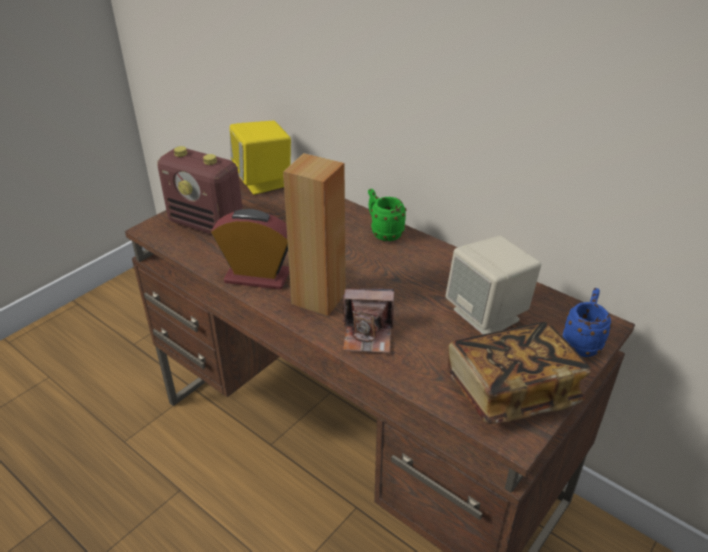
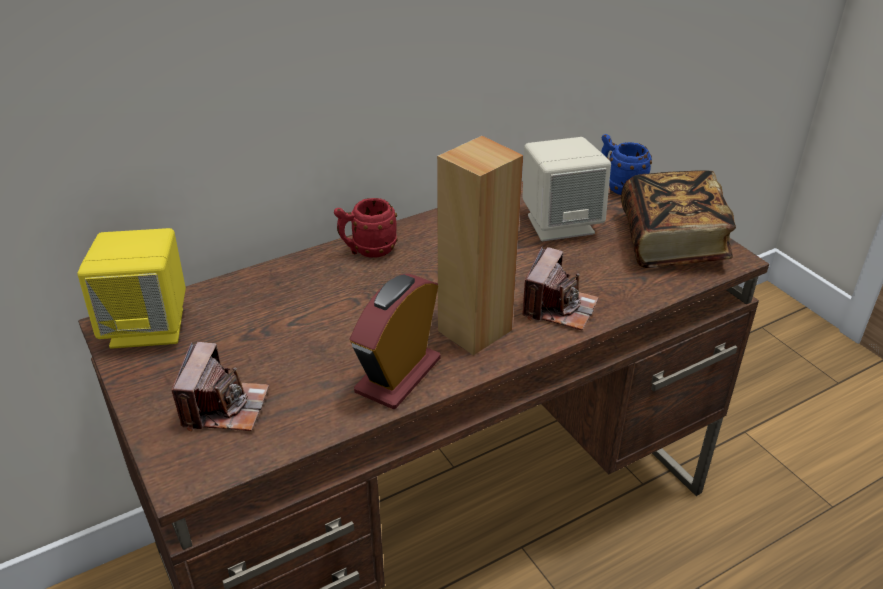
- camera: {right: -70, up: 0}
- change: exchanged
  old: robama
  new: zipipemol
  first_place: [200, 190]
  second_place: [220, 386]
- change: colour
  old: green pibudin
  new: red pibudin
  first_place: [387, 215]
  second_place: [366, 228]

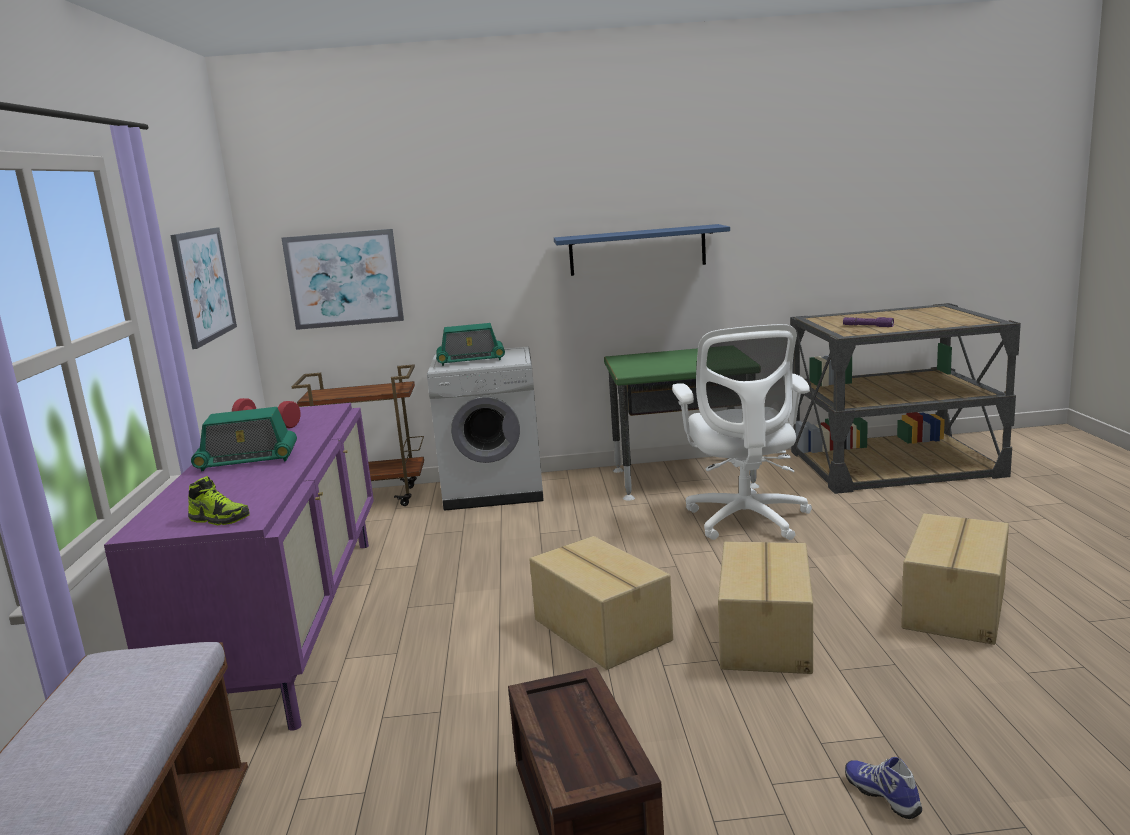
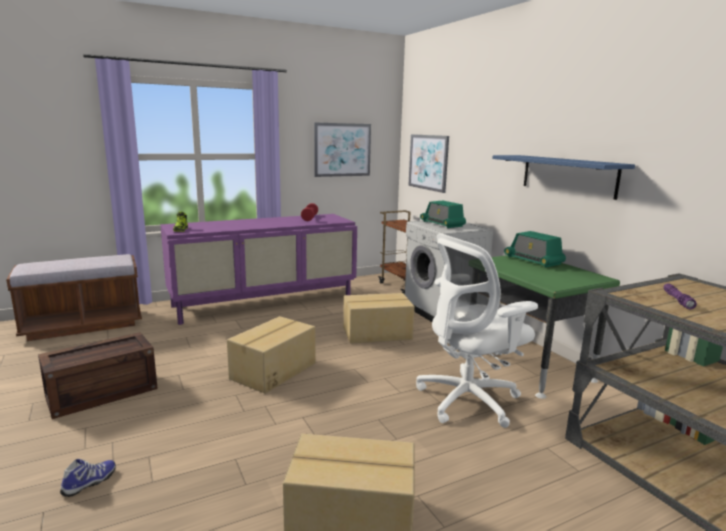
- camera: {right: 65, up: 0}
- change: relocated
  old: robama
  first_place: [244, 439]
  second_place: [535, 249]
- change: relocated
  old: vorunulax
  first_place: [765, 607]
  second_place: [379, 318]

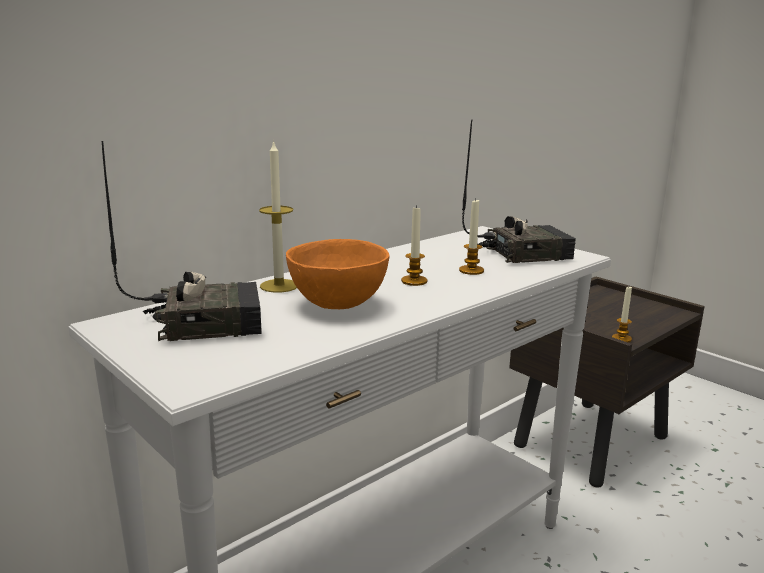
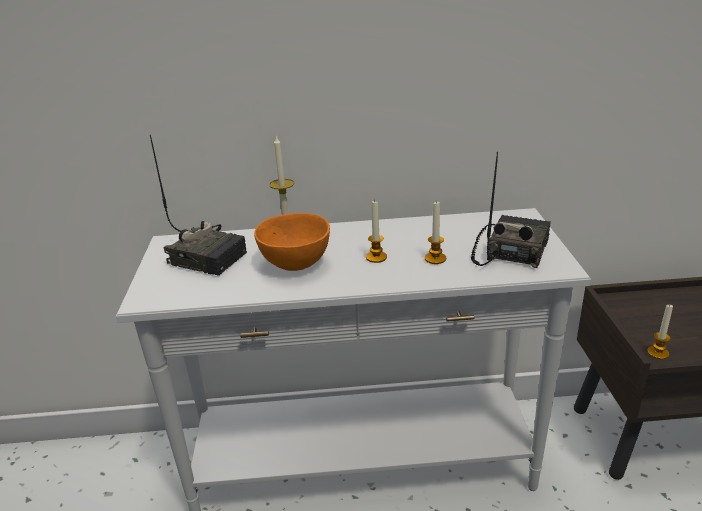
- camera: {right: 40, up: 10}
- change: spun
  old: robama
  first_place: [519, 191]
  second_place: [511, 210]
  degrees: -90

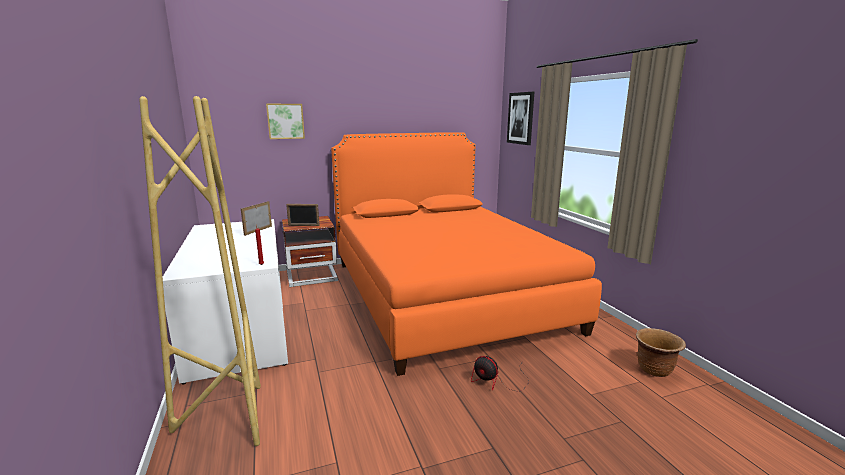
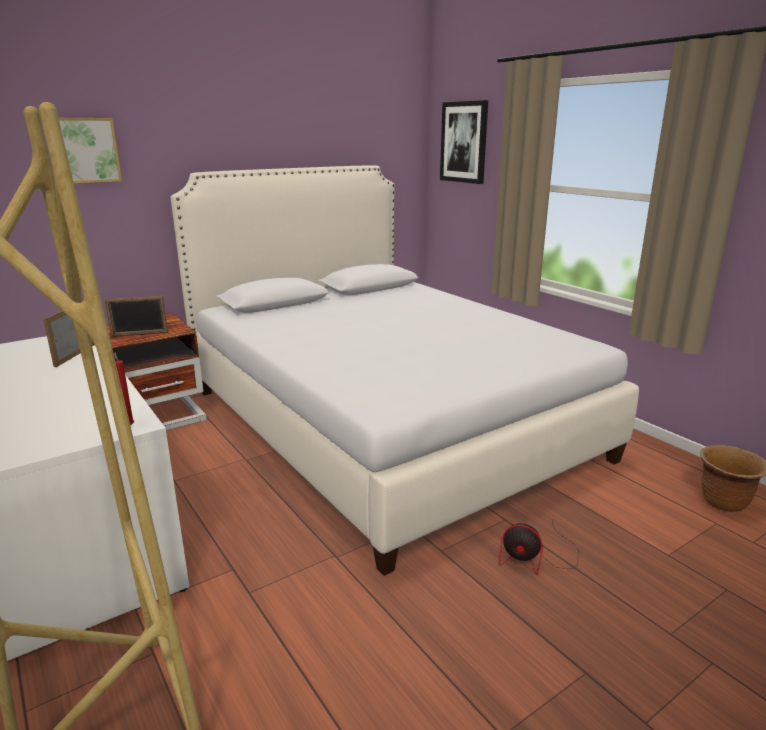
- camera: {right: -15, up: 5}
- change: colour
  old: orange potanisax
  new: white potanisax
  first_place: [466, 254]
  second_place: [404, 370]

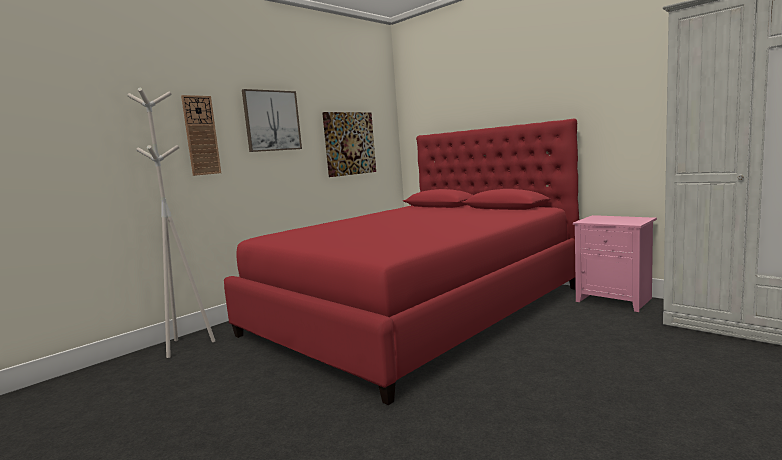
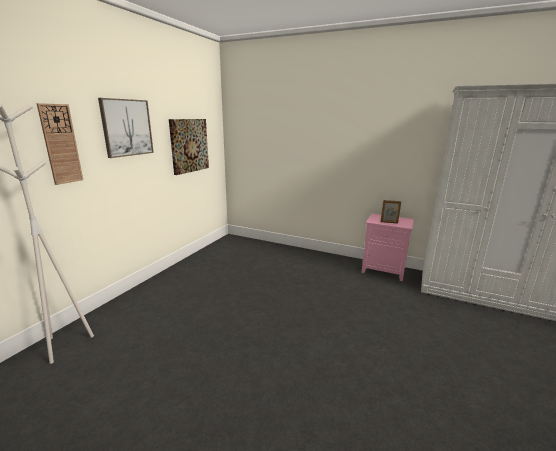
- camera: {right: -20, up: 10}
- change: missing
  old: red potanisax
  first_place: [401, 262]
- change: appeared
  new: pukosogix
  second_place: [390, 212]

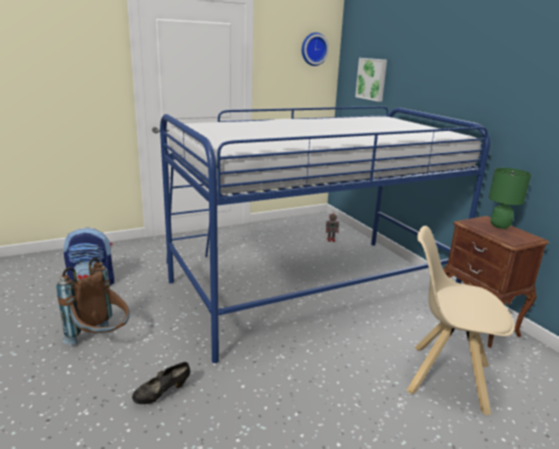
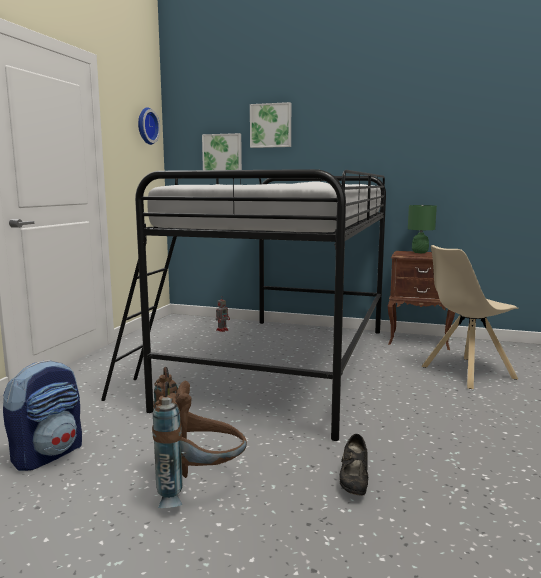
- camera: {right: -45, up: -10}
- change: colour
  old: blue potanisax
  new: black potanisax
  first_place: [325, 234]
  second_place: [243, 305]
- change: appeared
  new: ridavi
  second_place: [270, 125]

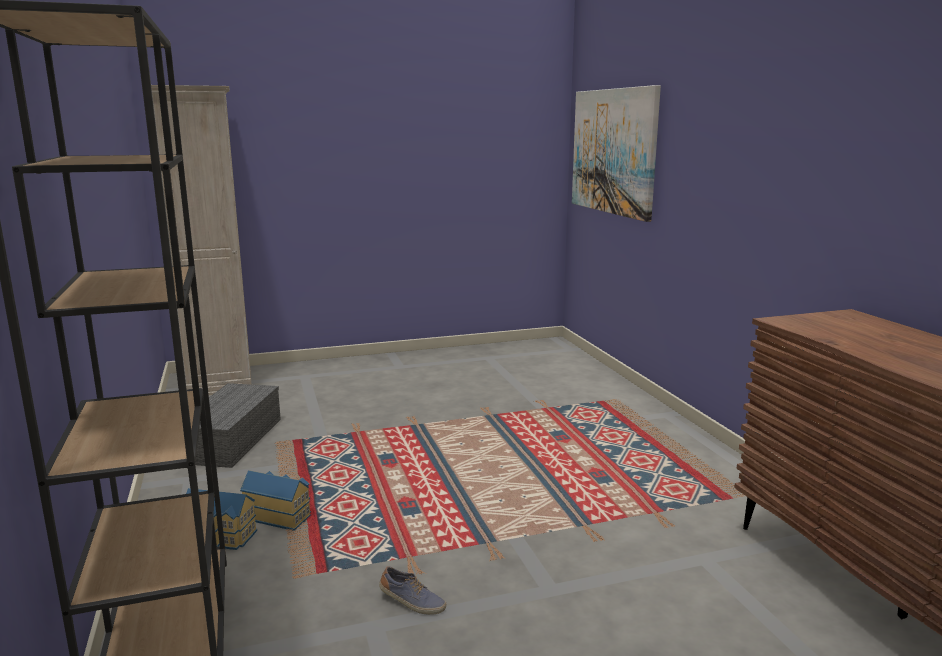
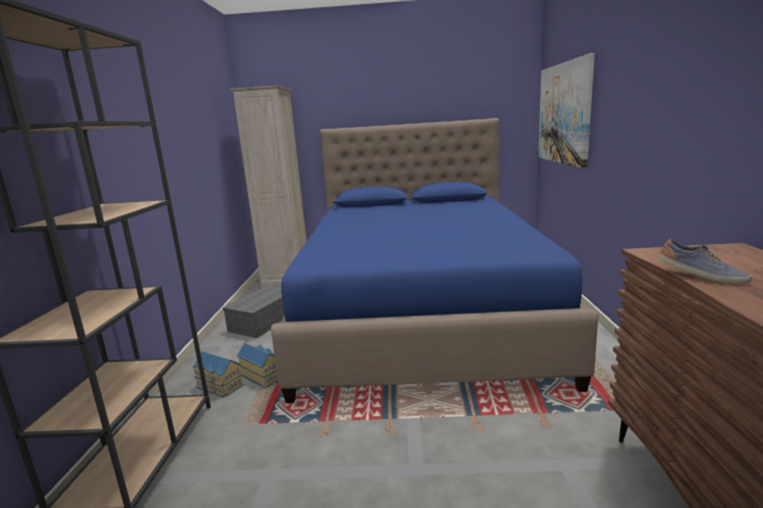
- camera: {right: 20, up: 0}
- change: relocated
  old: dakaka
  first_place: [412, 590]
  second_place: [705, 261]
- change: appeared
  new: blue potanisax
  second_place: [435, 260]

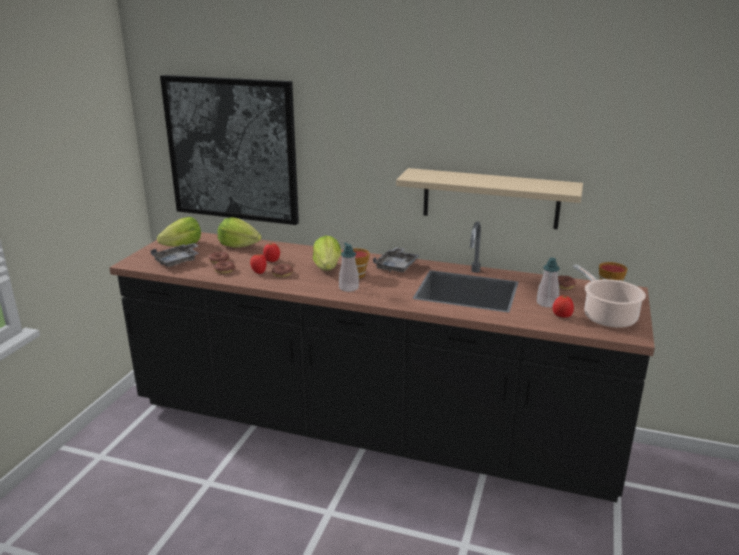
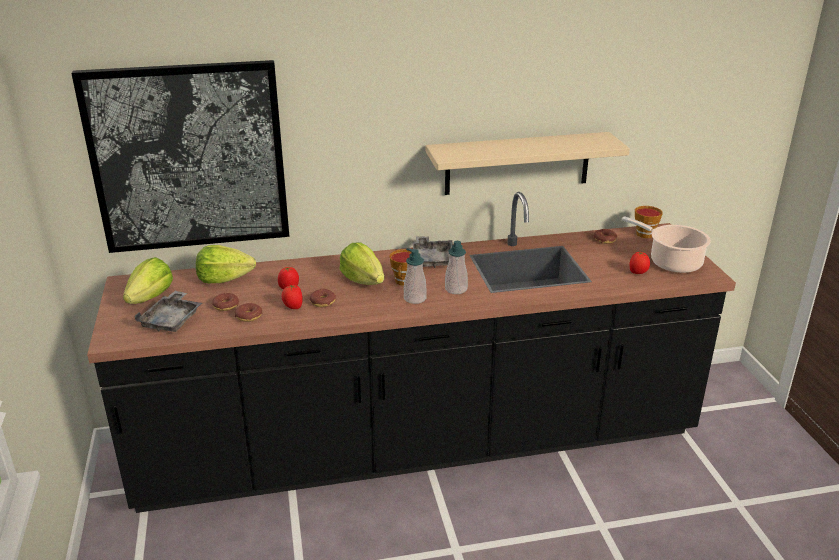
- camera: {right: -30, up: 5}
- change: relocated
  old: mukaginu
  first_place: [548, 282]
  second_place: [456, 267]

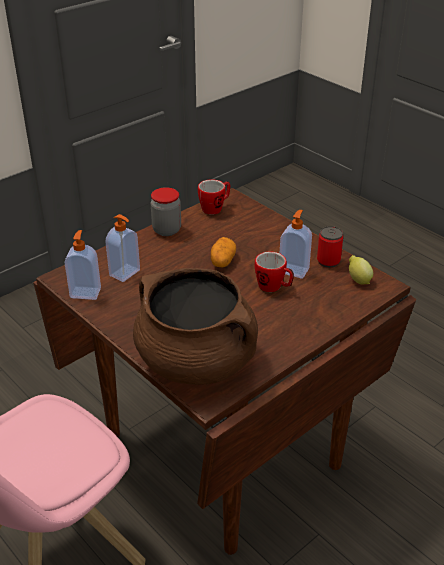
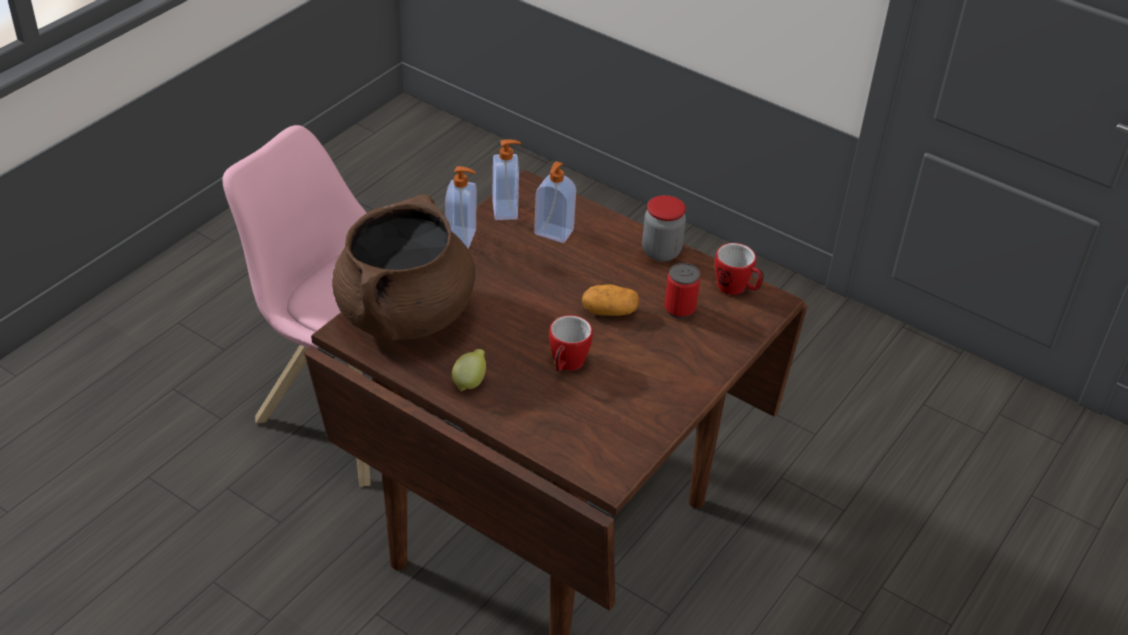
- camera: {right: 75, up: 5}
- change: relocated
  old: mukaginu
  first_place: [296, 244]
  second_place: [460, 207]
- change: relocated
  old: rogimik
  first_place: [330, 247]
  second_place: [682, 290]
- change: relocated
  old: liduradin
  first_place: [361, 269]
  second_place: [469, 370]

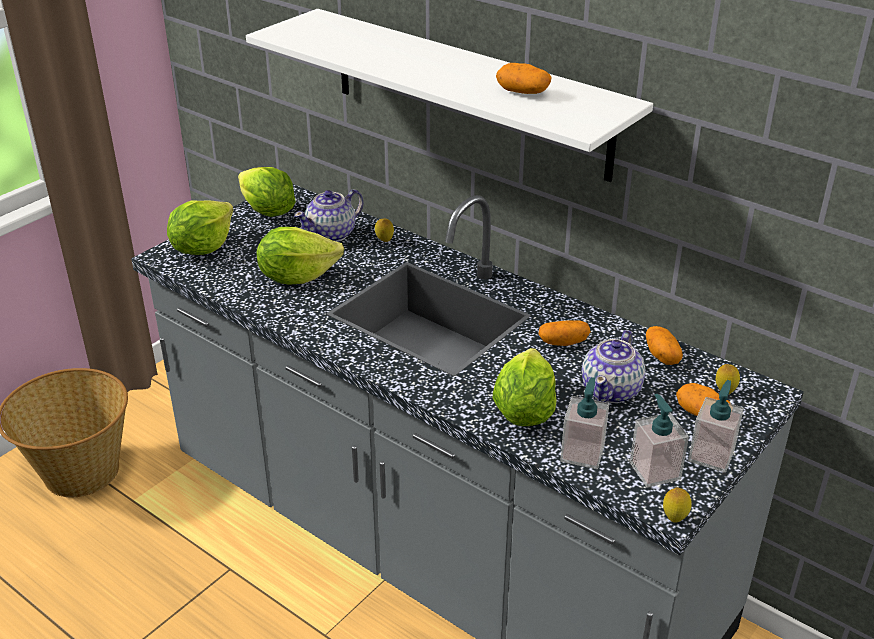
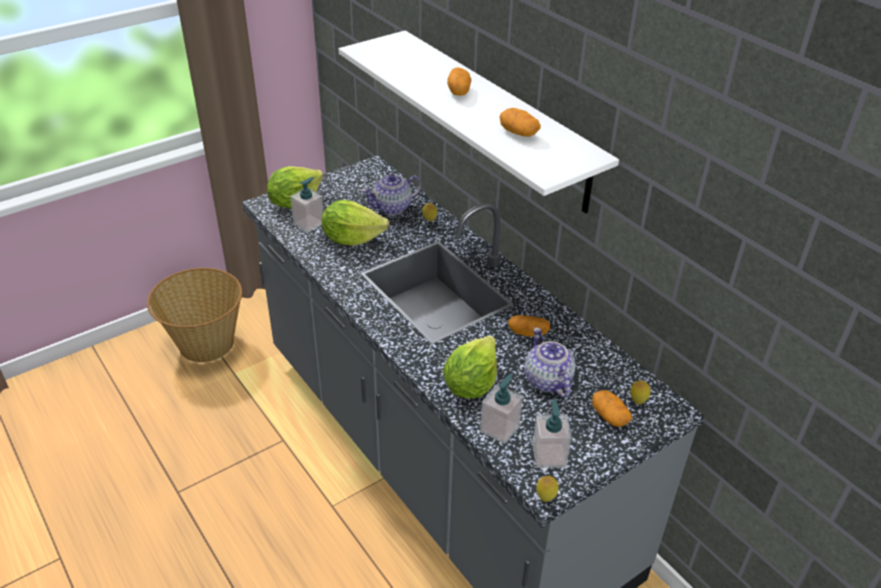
- camera: {right: 15, up: 5}
- change: missing
  old: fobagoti
  first_place: [267, 192]
- change: relocated
  old: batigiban
  first_place: [664, 345]
  second_place: [459, 81]
- change: spun
  old: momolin
  first_place: [614, 366]
  second_place: [550, 362]
  degrees: 120
- change: relocated
  old: mukaginu
  first_place: [716, 426]
  second_place: [307, 204]

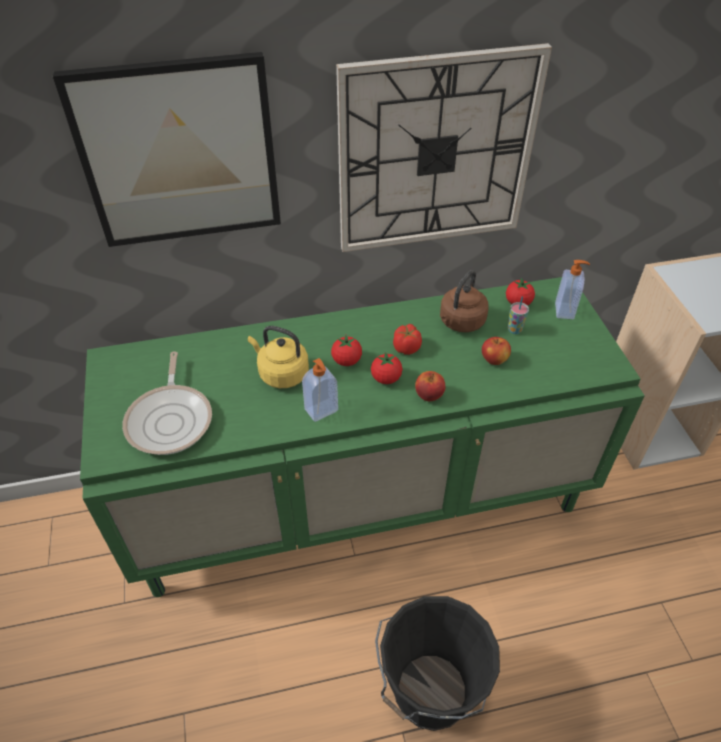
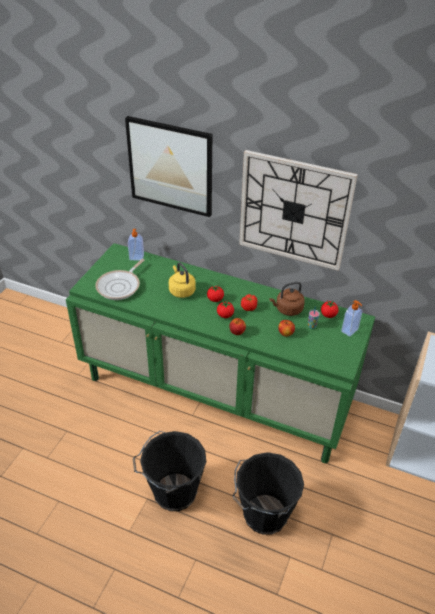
- camera: {right: 35, up: -5}
- change: relocated
  old: mukaginu
  first_place: [320, 390]
  second_place: [136, 245]
- change: appeared
  new: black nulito
  second_place: [268, 493]

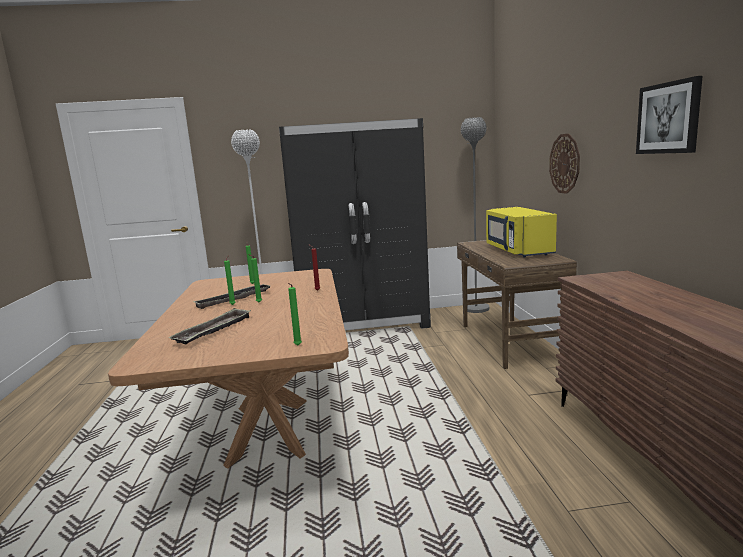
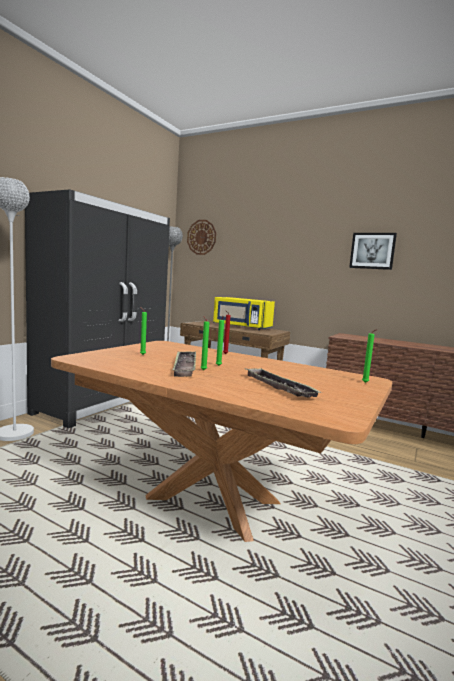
- camera: {right: -55, up: -5}
- change: relocated
  old: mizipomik
  first_place: [564, 164]
  second_place: [201, 237]

